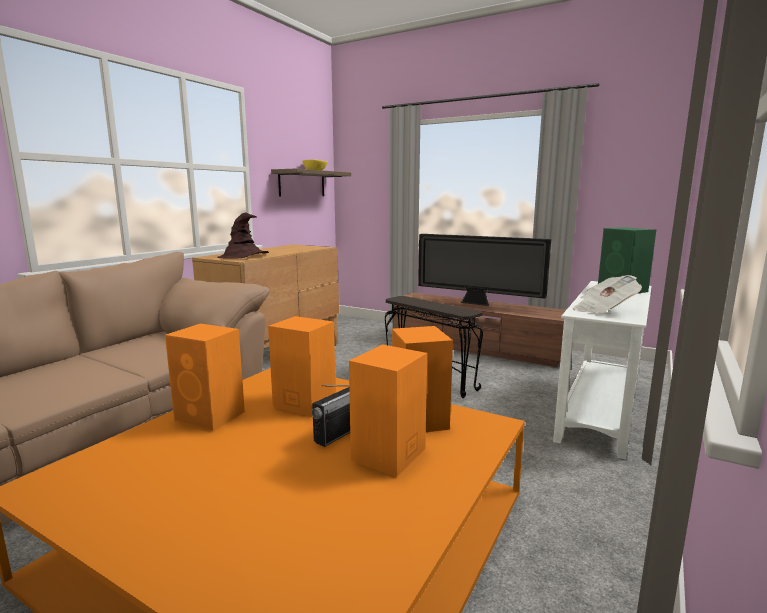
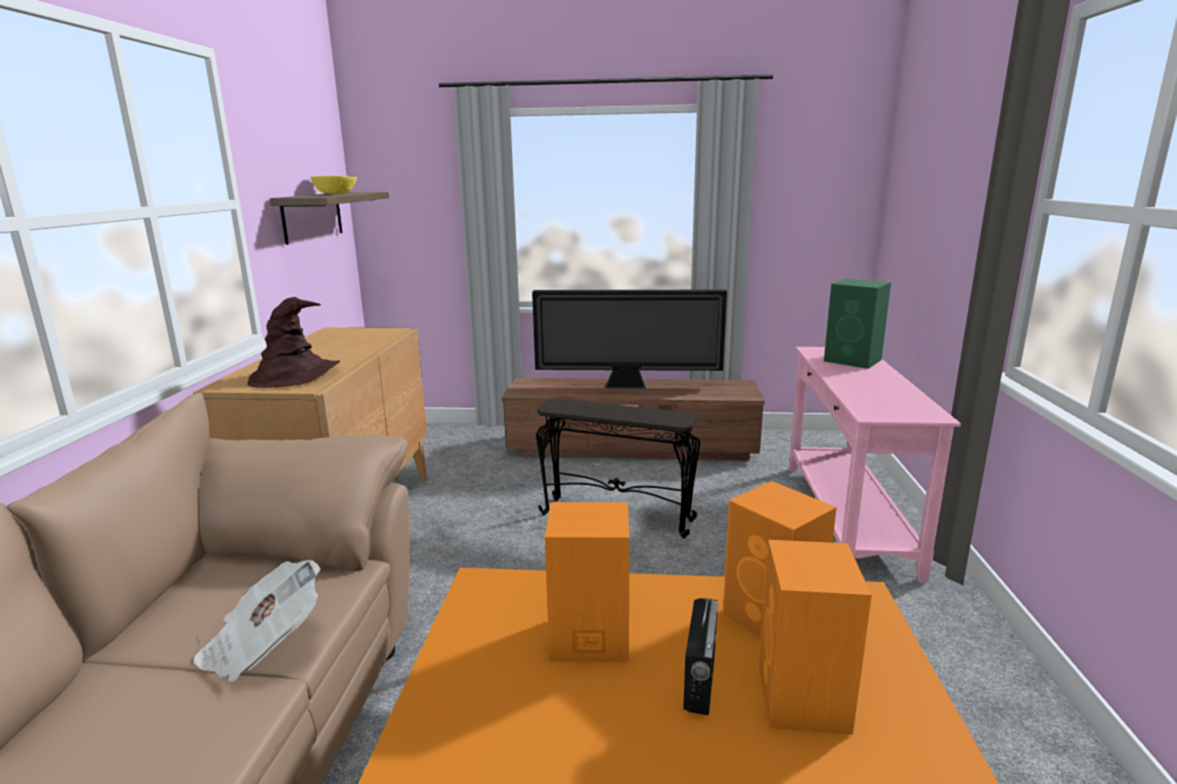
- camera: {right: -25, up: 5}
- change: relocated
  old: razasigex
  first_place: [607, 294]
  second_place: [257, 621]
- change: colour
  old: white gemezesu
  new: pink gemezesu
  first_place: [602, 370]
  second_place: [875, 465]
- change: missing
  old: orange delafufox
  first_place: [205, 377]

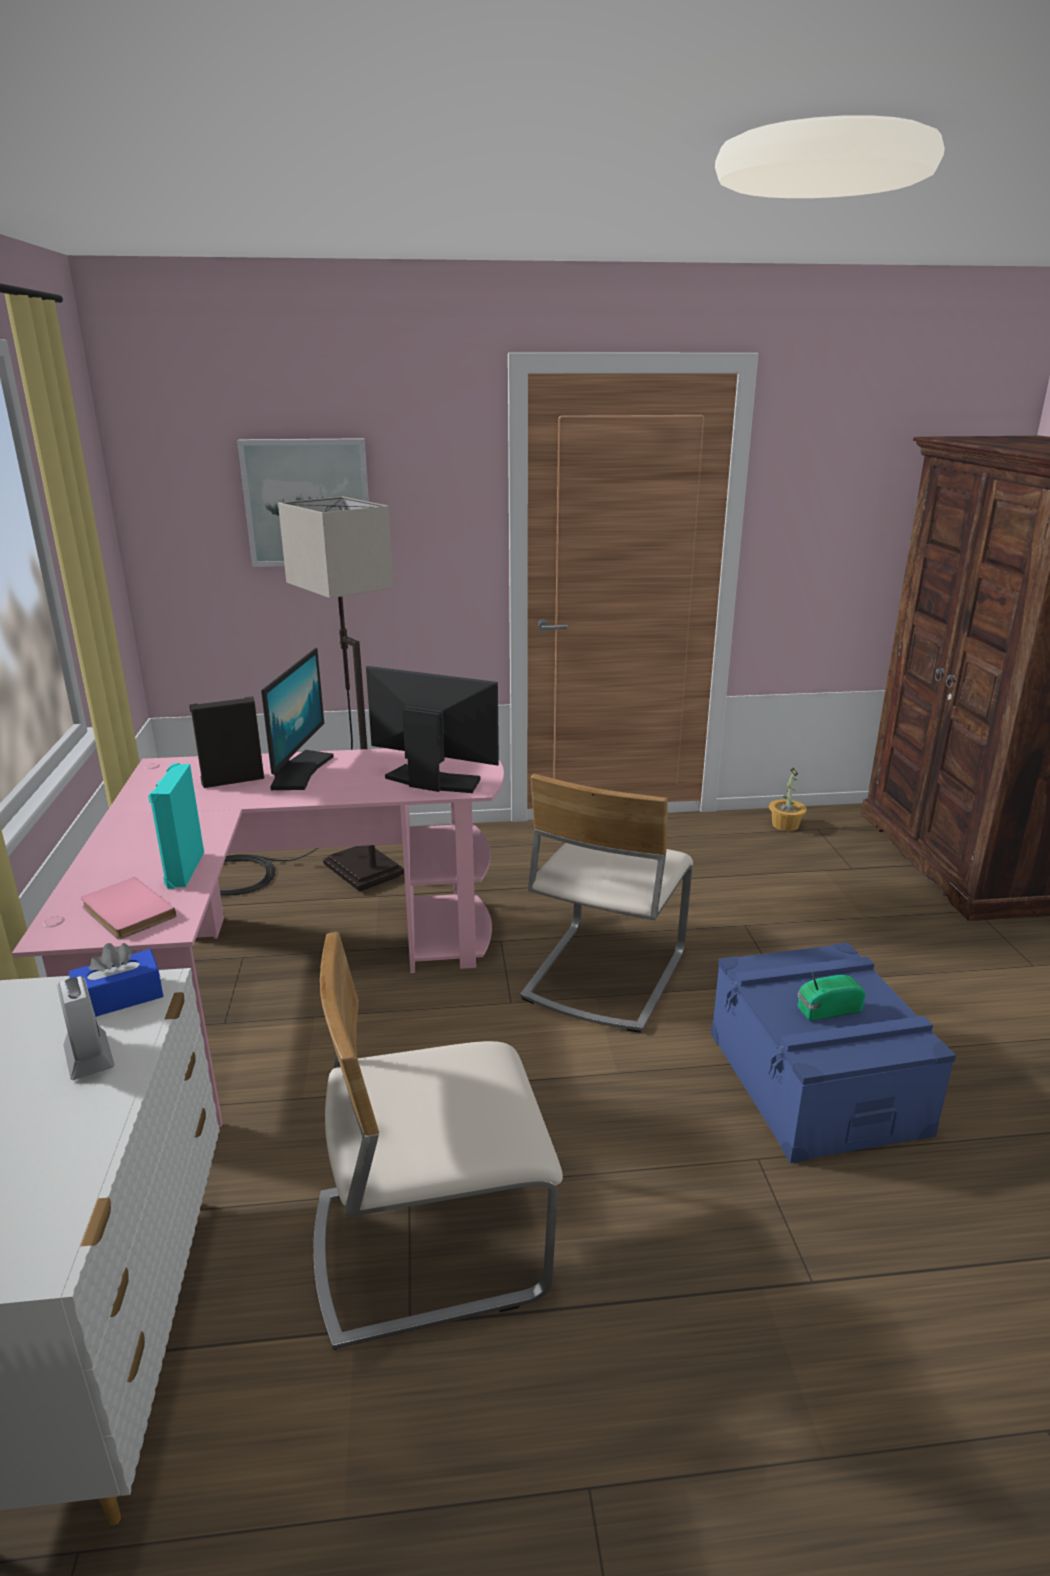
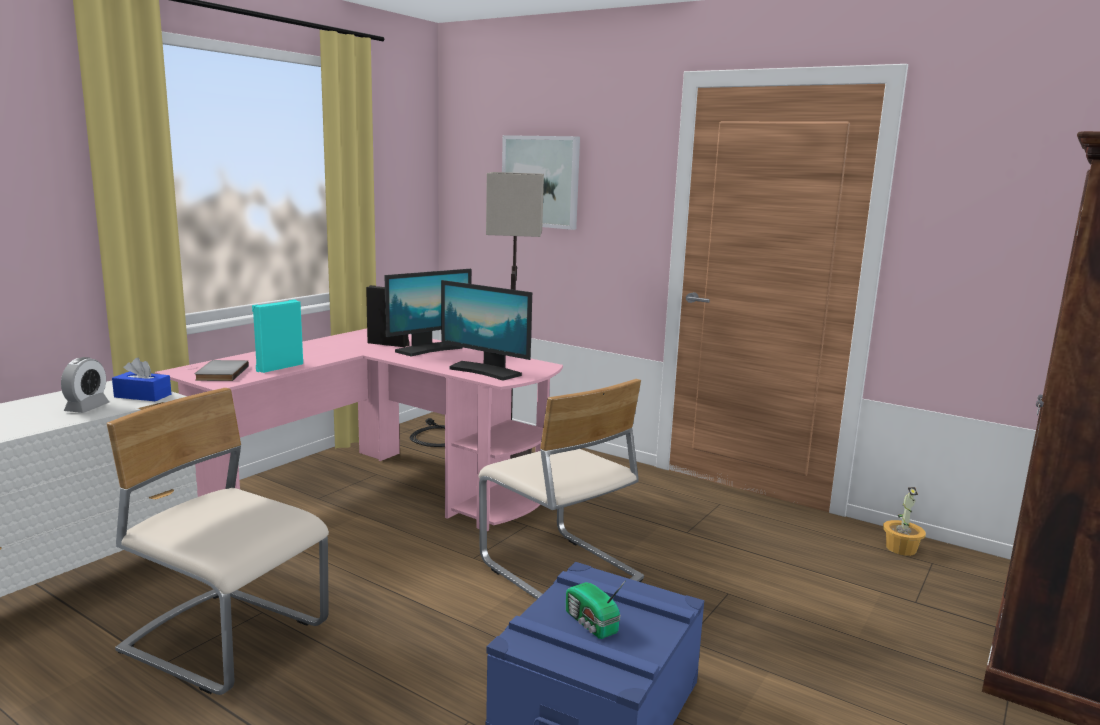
- camera: {right: 40, up: -10}
- change: spun
  old: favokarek
  first_place: [432, 729]
  second_place: [486, 330]
  degrees: 150
- change: spun
  old: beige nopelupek
  first_place: [606, 903]
  second_place: [561, 489]
  degrees: -105
- change: colour
  old: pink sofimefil
  new: grey sofimefil
  first_place: [128, 908]
  second_place: [222, 370]
- change: spun
  old: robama
  first_place: [832, 996]
  second_place: [596, 609]
  degrees: -150

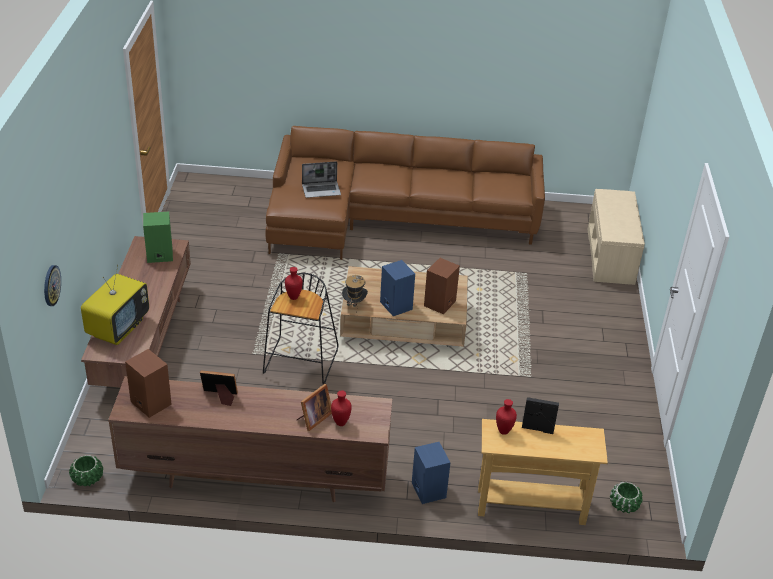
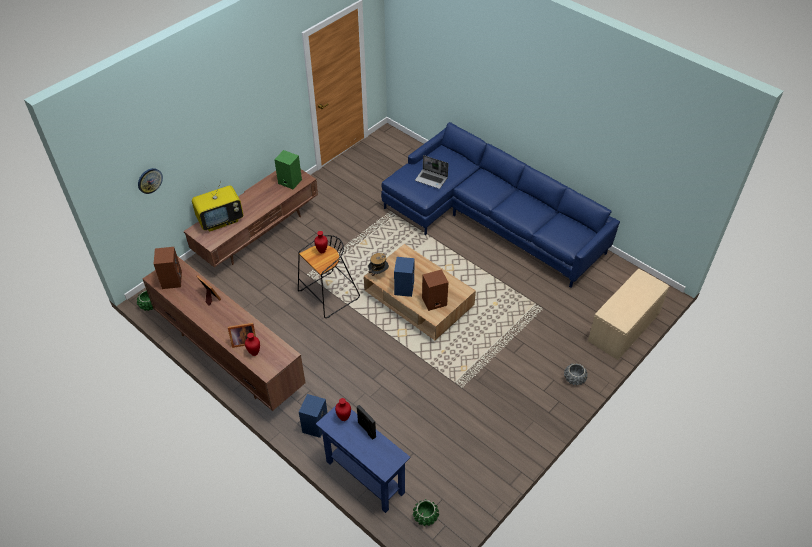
- camera: {right: 40, up: 10}
- change: colour
  old: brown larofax
  new: blue larofax
  first_place: [405, 193]
  second_place: [500, 205]
- change: colour
  old: beige gemezesu
  new: blue gemezesu
  first_place: [543, 472]
  second_place: [363, 459]
- change: appeared
  new: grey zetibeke
  second_place: [576, 374]

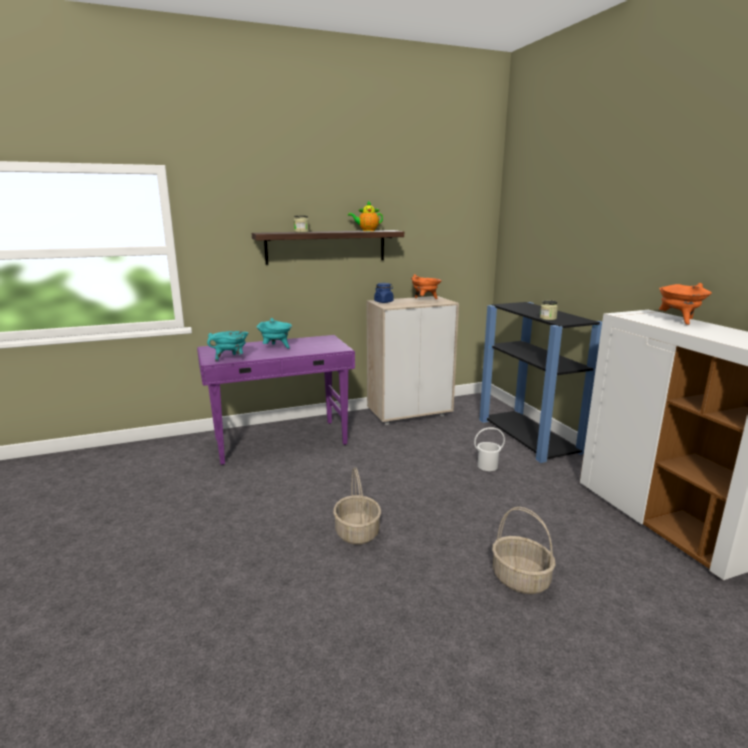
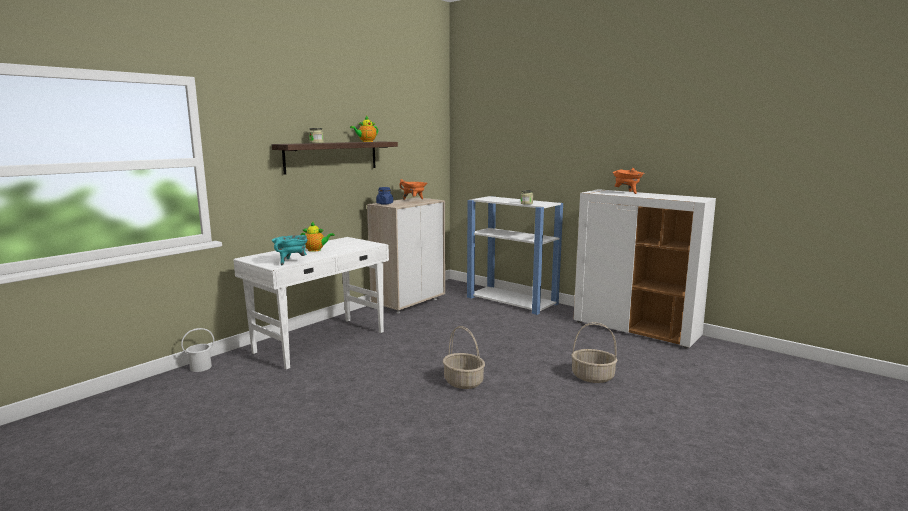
- camera: {right: -30, up: -5}
- change: colour
  old: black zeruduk
  new: white zeruduk
  first_place: [540, 382]
  second_place: [515, 255]
- change: exchanged
  old: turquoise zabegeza
  new: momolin
  first_place: [274, 333]
  second_place: [317, 237]
- change: colour
  old: purple gemezesu
  new: white gemezesu
  first_place: [276, 400]
  second_place: [311, 303]
- change: relocated
  old: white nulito
  first_place: [489, 449]
  second_place: [197, 350]

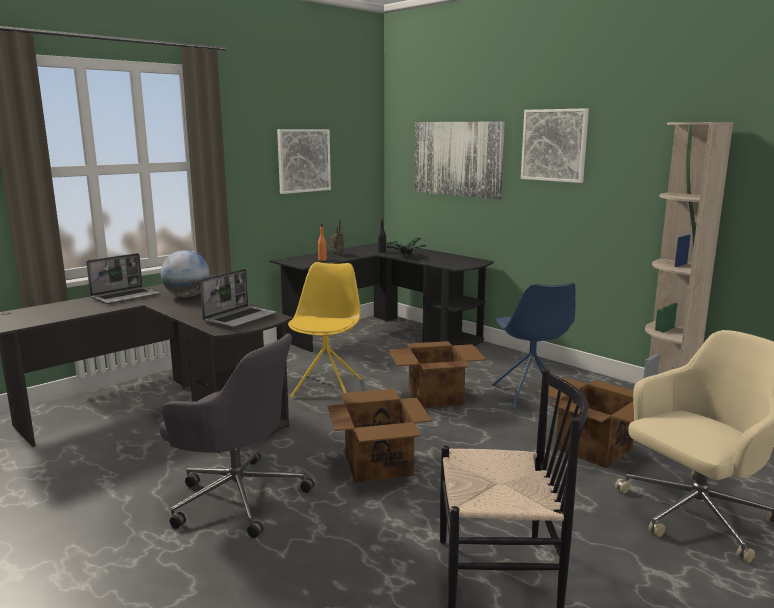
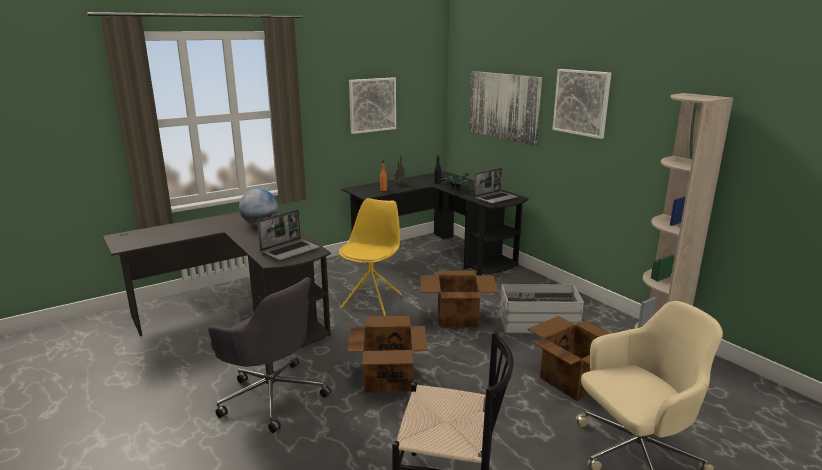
- camera: {right: 10, up: 5}
- change: relocated
  old: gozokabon
  first_place: [122, 278]
  second_place: [496, 186]
- change: exchanged
  old: blue nopelupek
  new: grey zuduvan
  first_place: [533, 345]
  second_place: [541, 308]

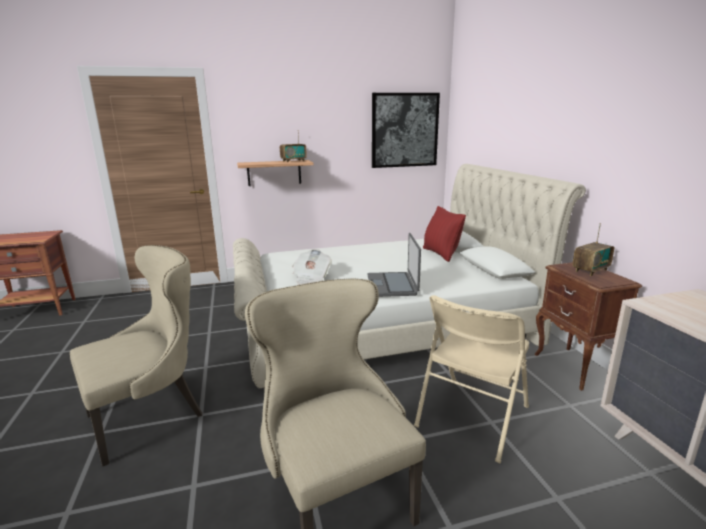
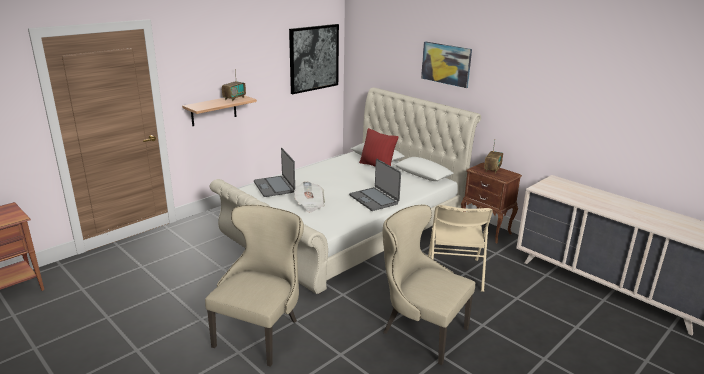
- camera: {right: -30, up: 5}
- change: appeared
  new: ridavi
  second_place: [446, 65]
- change: appeared
  new: gozokabon
  second_place: [274, 172]

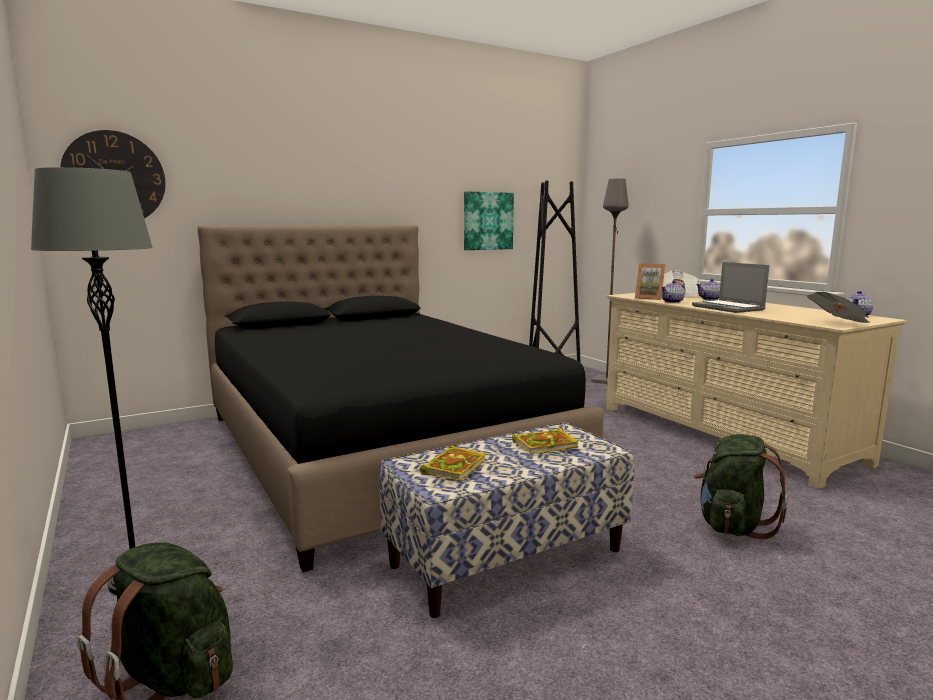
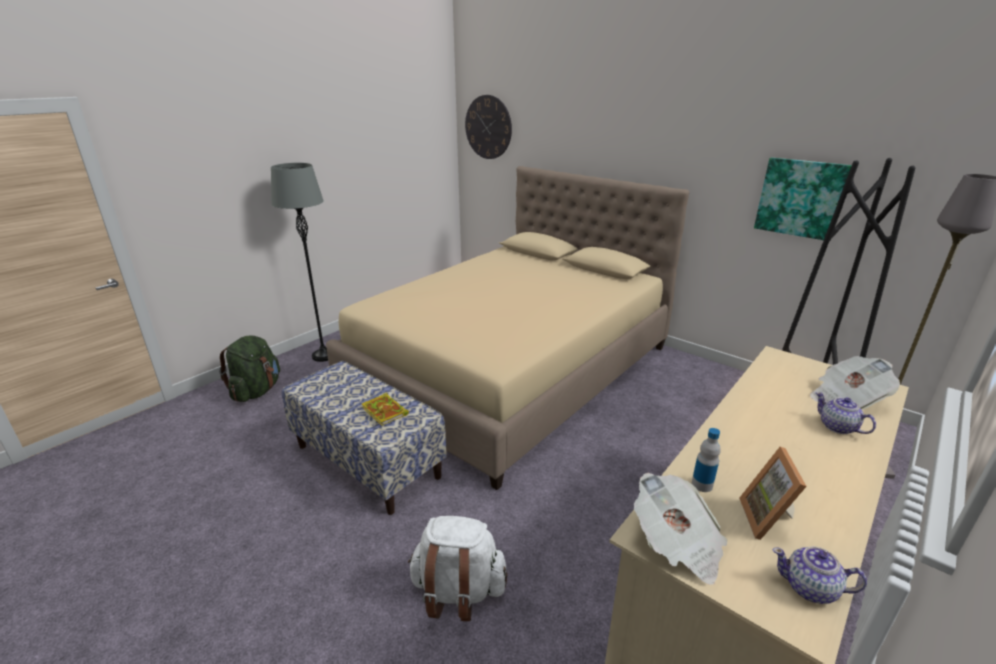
- camera: {right: 70, up: 15}
- change: colour
  old: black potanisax
  new: beige potanisax
  first_place: [401, 398]
  second_place: [507, 328]
- change: missing
  old: gozokabon
  first_place: [731, 287]
- change: relocated
  old: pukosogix
  first_place: [650, 281]
  second_place: [773, 493]
- change: missing
  old: momolin
  first_place: [673, 292]
- change: colour
  old: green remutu
  new: white remutu
  first_place: [741, 486]
  second_place: [457, 568]
- change: missing
  old: sofimefil
  first_place: [453, 463]
- change: appeared
  new: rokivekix
  second_place: [706, 460]

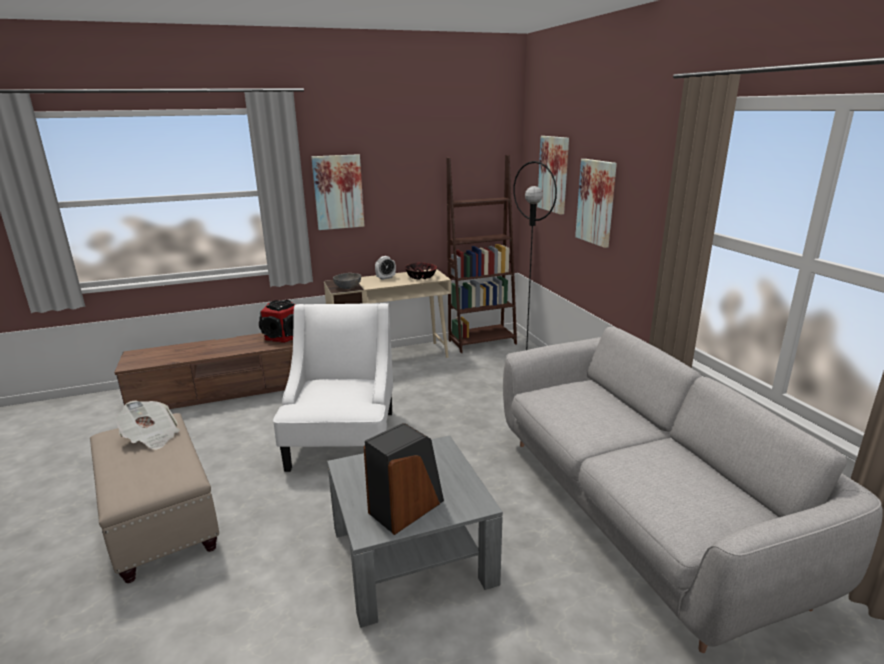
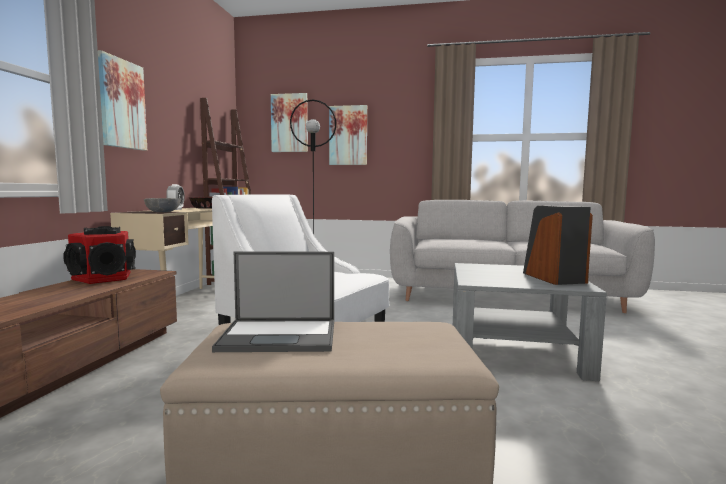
- camera: {right: -60, up: -15}
- change: exchanged
  old: razasigex
  new: gozokabon
  first_place: [147, 425]
  second_place: [273, 301]

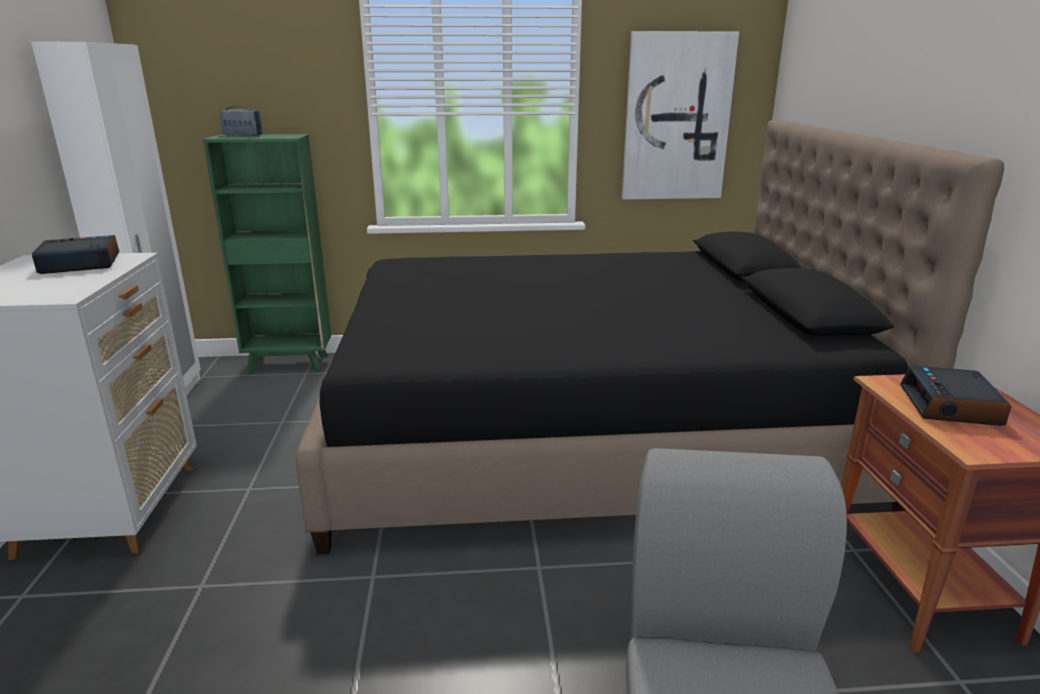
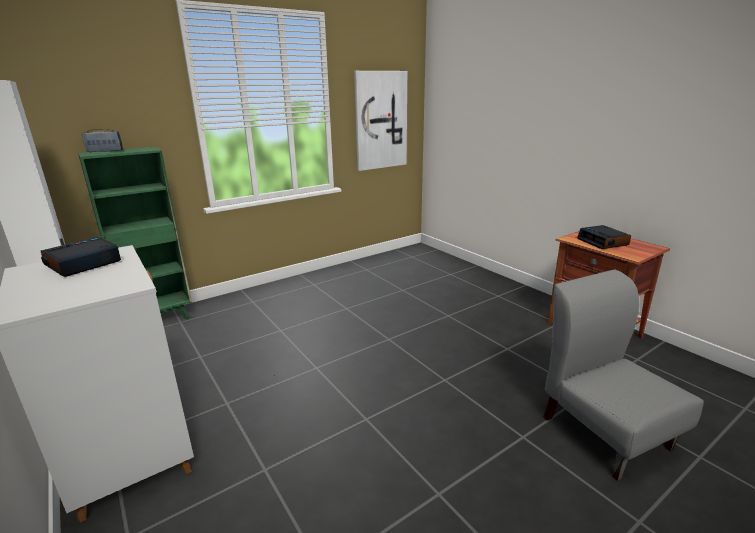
- camera: {right: -30, up: 0}
- change: missing
  old: black potanisax
  first_place: [650, 336]

